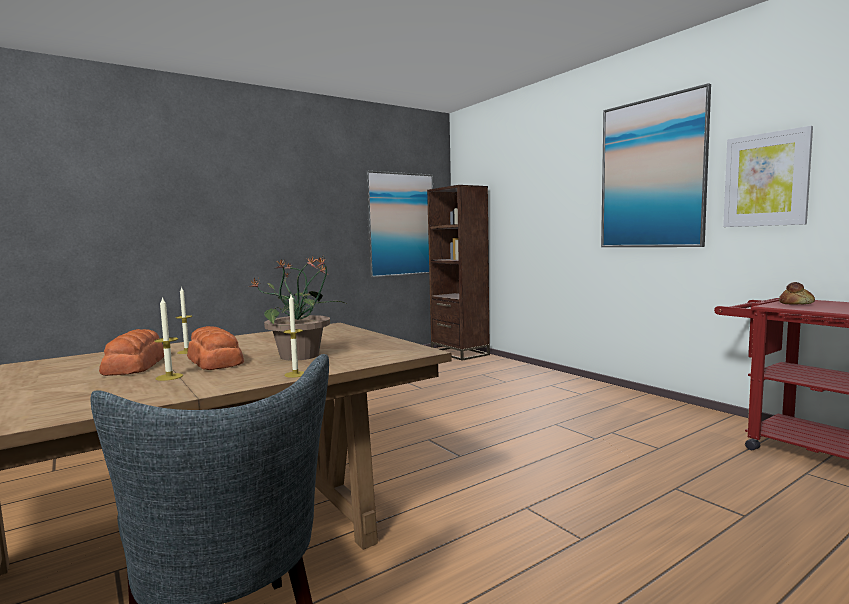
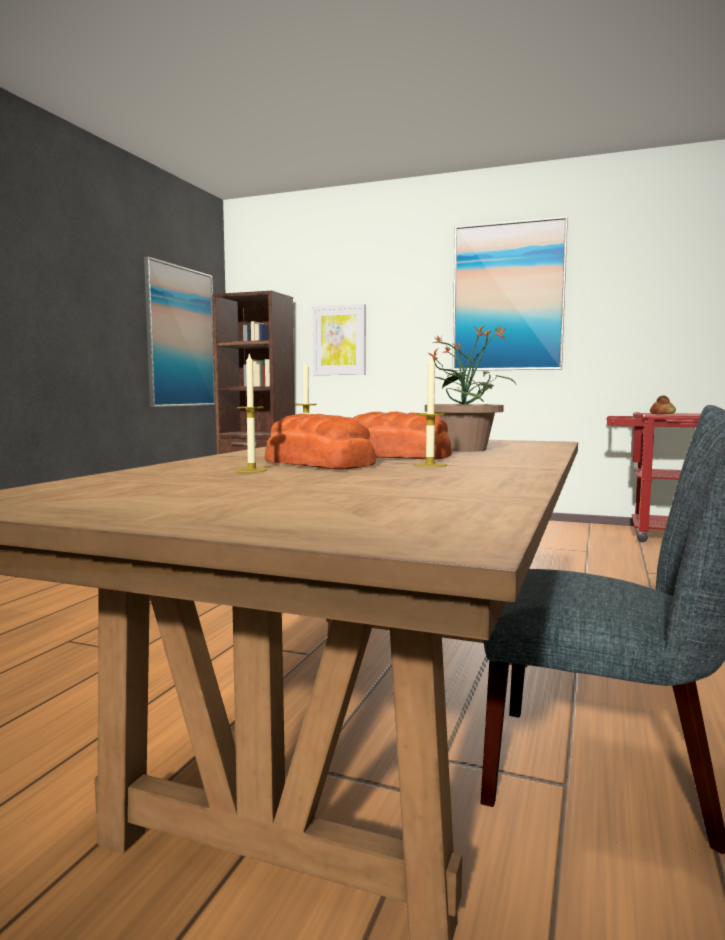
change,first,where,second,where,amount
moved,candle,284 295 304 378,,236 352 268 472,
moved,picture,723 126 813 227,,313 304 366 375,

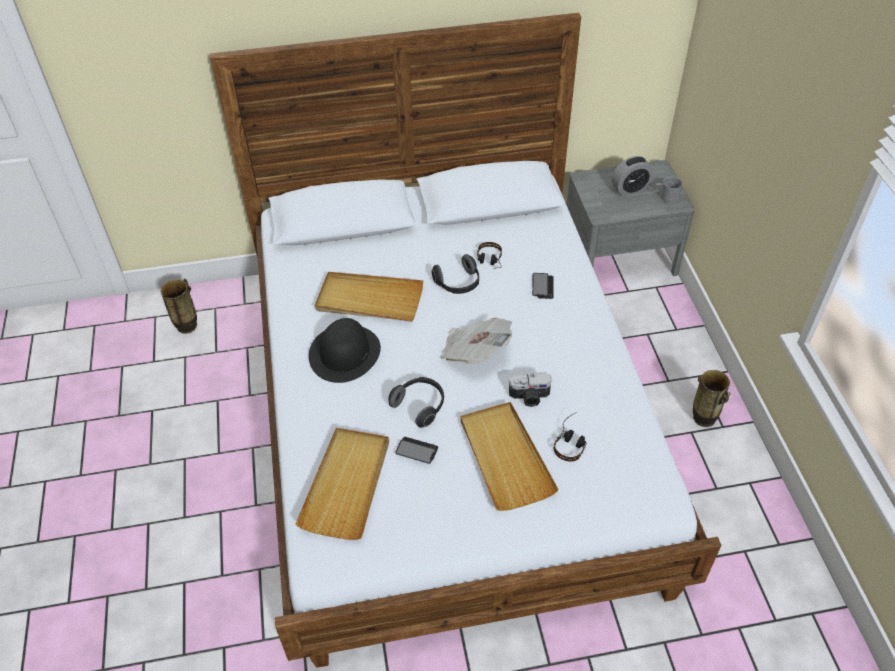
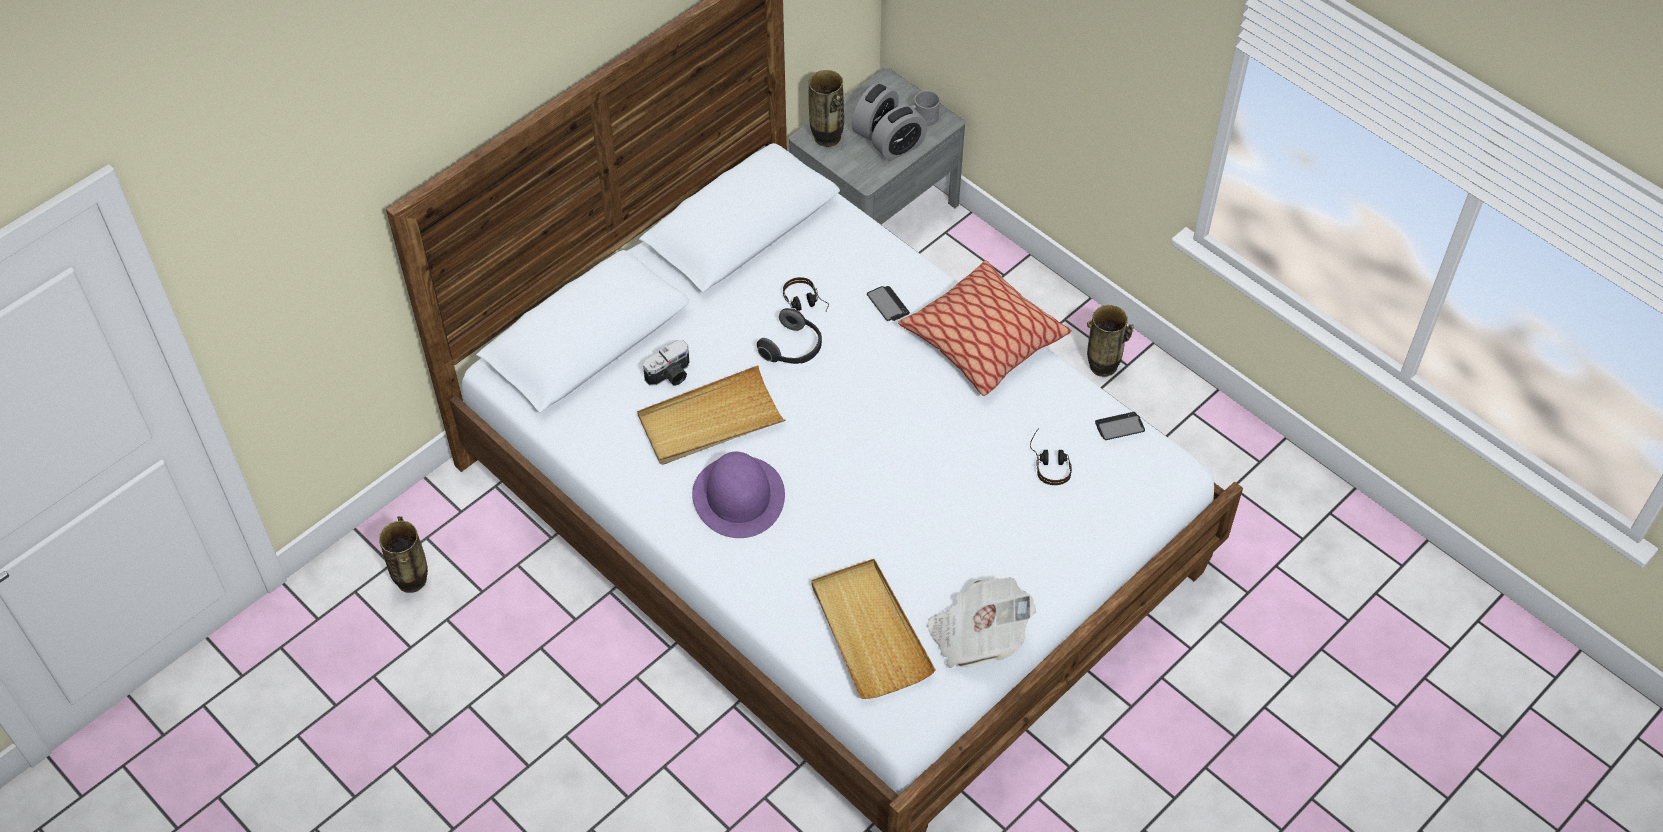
change,first,where,second,where,amount
recoloured,black hat,309 318 381 383,purple hat,692 452 785 538,
removed,headphones,388 377 444 428,,,
moved,phone,395 437 438 464,,1095 412 1145 440,
moved,newspaper,440 318 512 364,,927 577 1036 668,
removed,beige tray,460 402 559 511,,,
moved,photo camera,509 373 552 407,,643 340 689 386,
added,,,vase,808 70 844 147,
added,,,alarm clock,872 105 928 161,
added,,,pillow,898 260 1071 396,

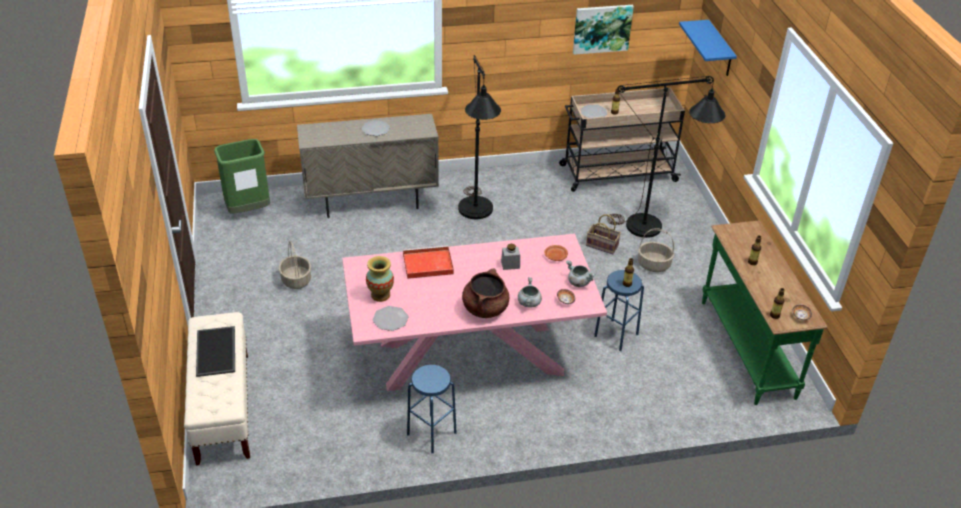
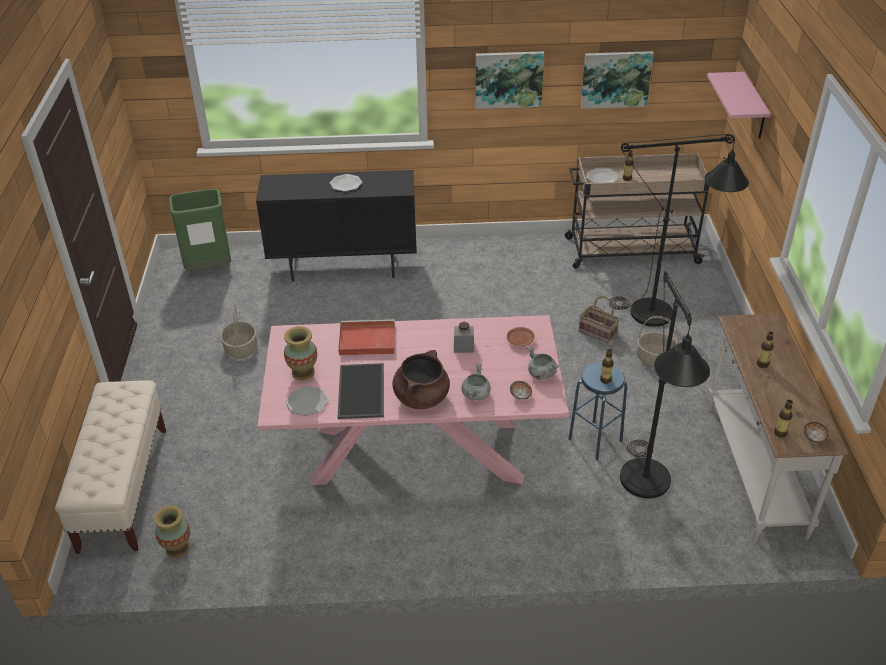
change,first,where,second,where,amount
moved,tray,196 326 235 377,,338 363 384 419,
recoloured,beige cabinet,297 114 439 218,black cabinet,256 170 417 282,
removed,blue stool,407 365 457 453,,,
moved,black floor lamp,458 55 501 219,,620 271 710 498,
recoloured,blue shelf,679 20 737 76,pink shelf,707 72 771 138,
recoloured,green console table,702 220 827 405,white console table,707 313 848 542,
added,,,vase,154 505 190 558,
added,,,picture,475 51 544 109,

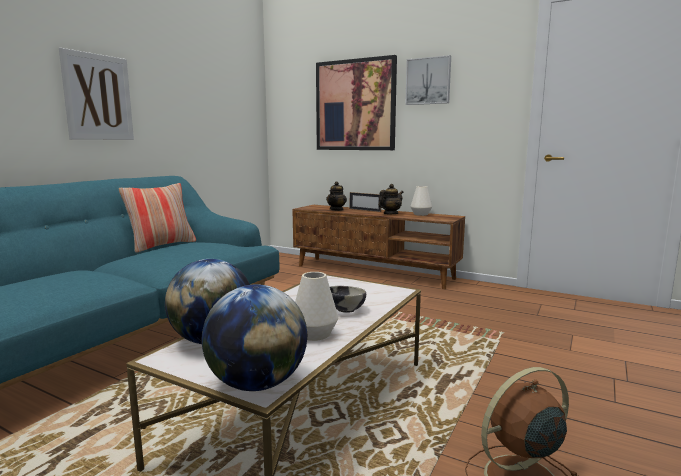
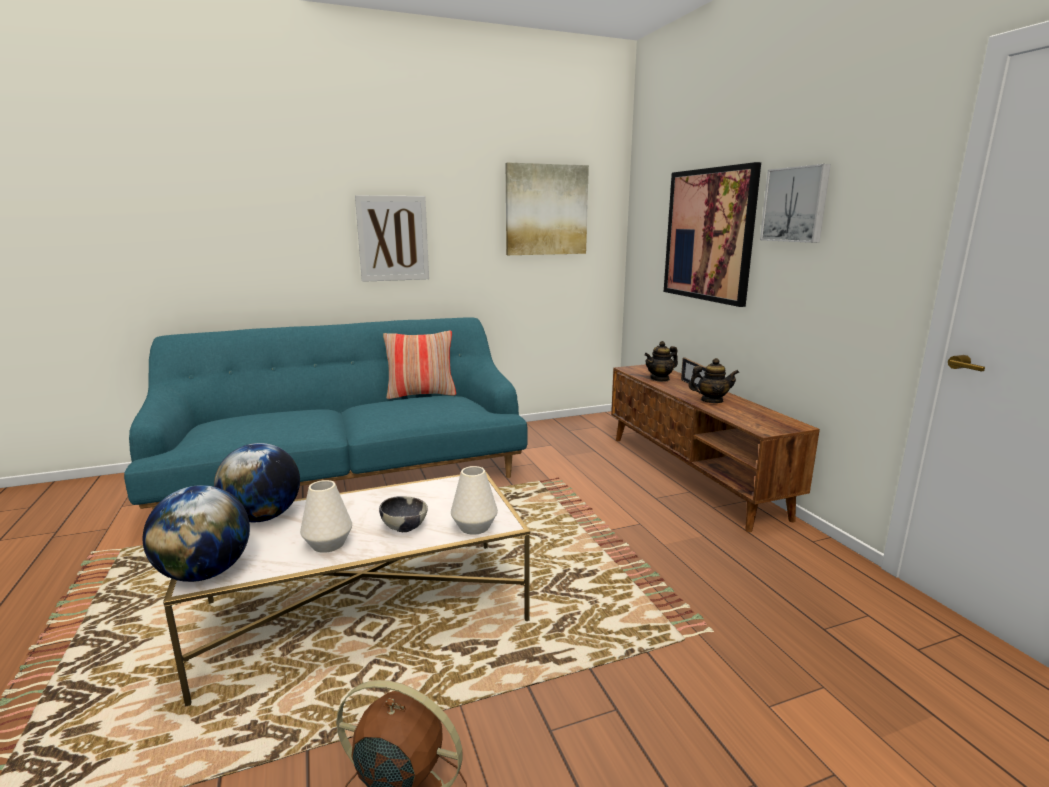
change,first,where,second,where,amount
moved,white vase,411 186 432 216,,451 466 498 535,
added,,,picture,506 162 589 255,

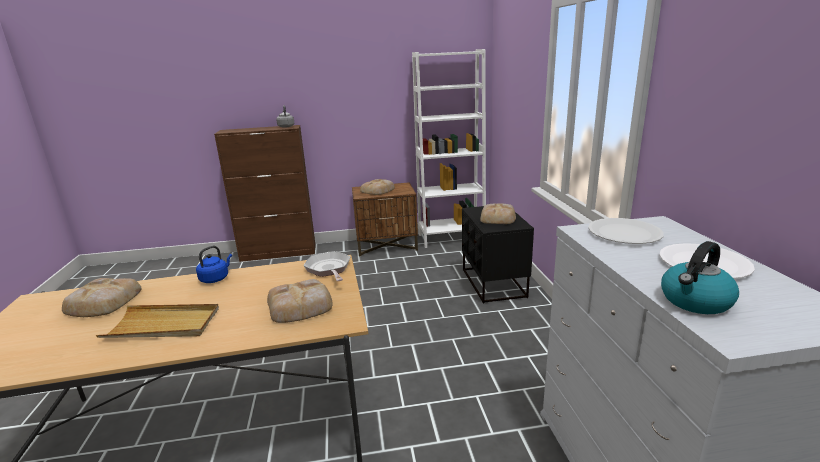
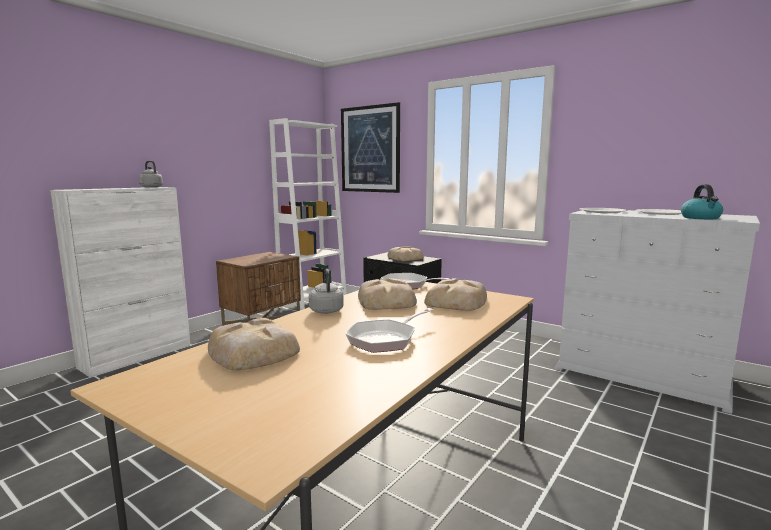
change,first,where,second,where,amount
replaced,beige tray,96 304 219 338,frying pan,345 308 434 353,
recoloured,blue kettle,196 246 232 283,grey kettle,309 269 344 314,
recoloured,brown cabinet,214 125 316 262,white cabinet,50 187 191 377,
moved,bread,360 179 395 195,,358 279 417 310,
added,,,picture,341 102 400 193,

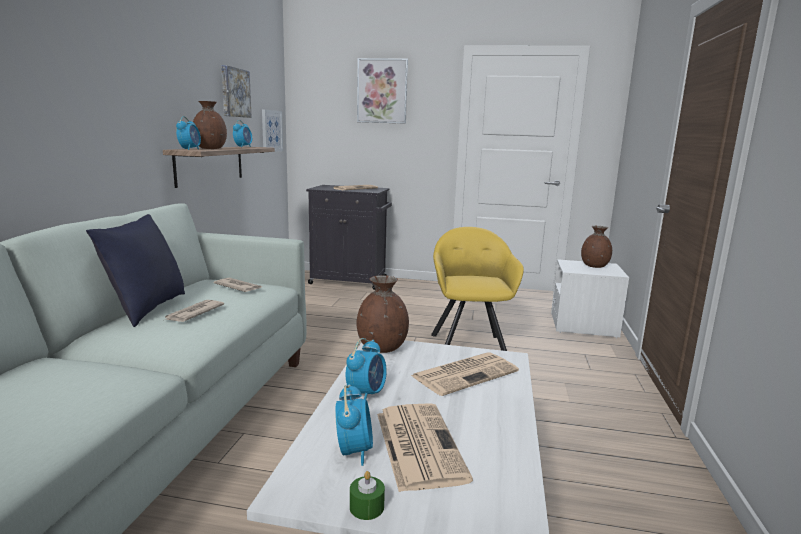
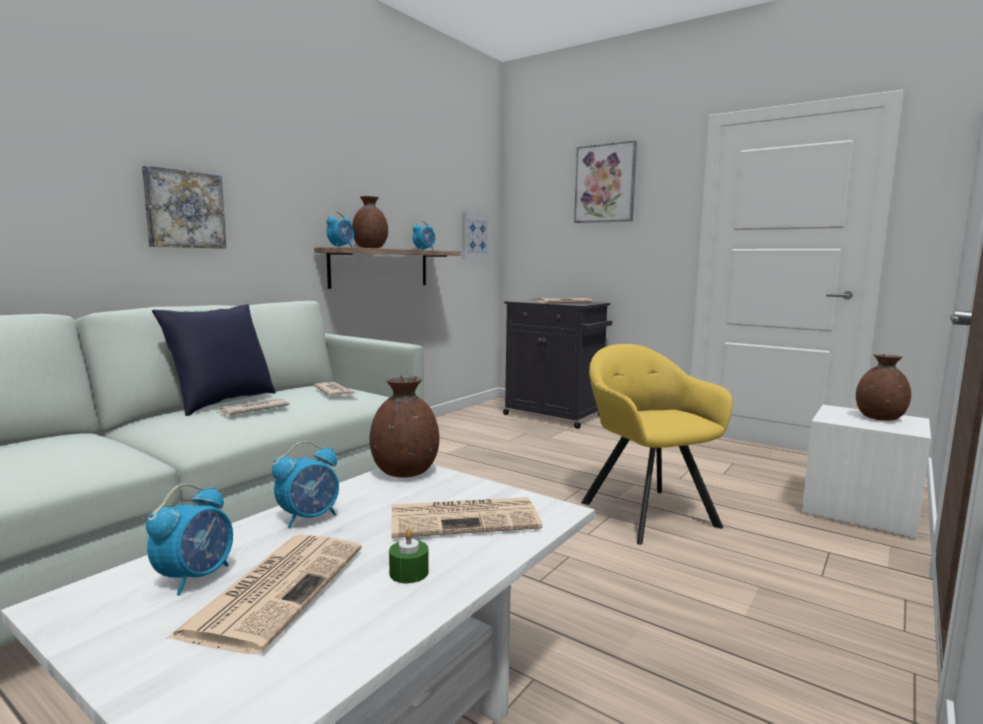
change,first,where,second,where,amount
moved,picture,221 65 252 118,,142 166 226 249,
moved,green candle,350 471 385 520,,389 529 429 583,
turned,yellow armchair,431 227 524 351,,581 344 733 545,45 degrees counterclockwise

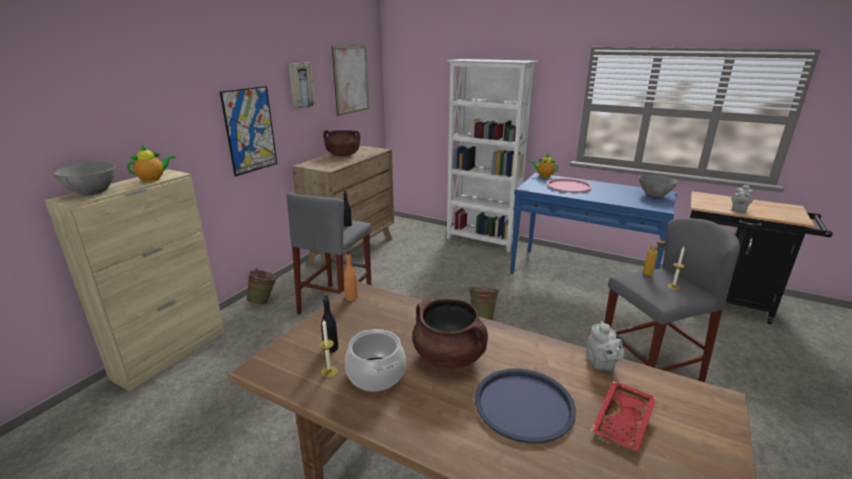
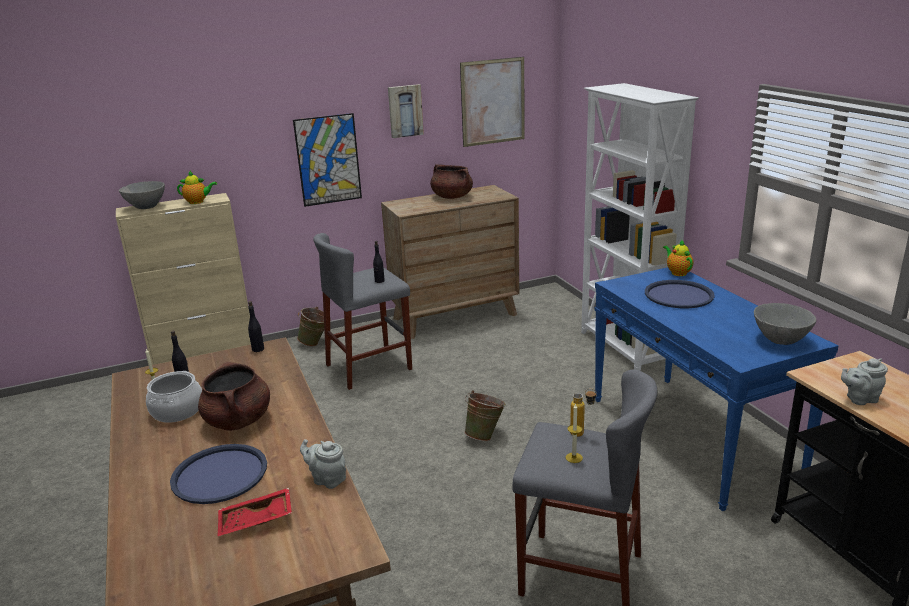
change,first,where,second,where,amount
recoloured,orange bottle,344 250 358 301,black bottle,248 301 264 352,
recoloured,pink tray,547 178 592 193,blue tray,645 280 715 308,
turned,grey teapot,586 321 624 371,,300 439 346 489,90 degrees clockwise

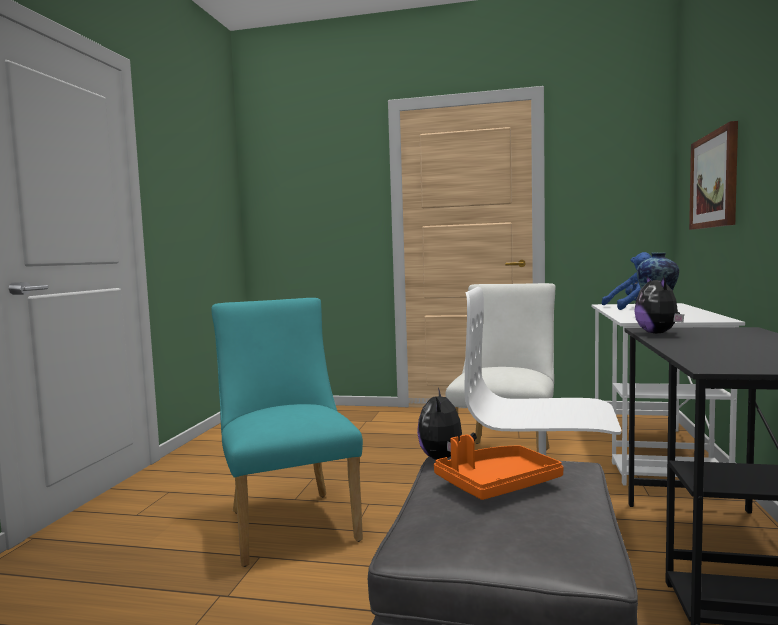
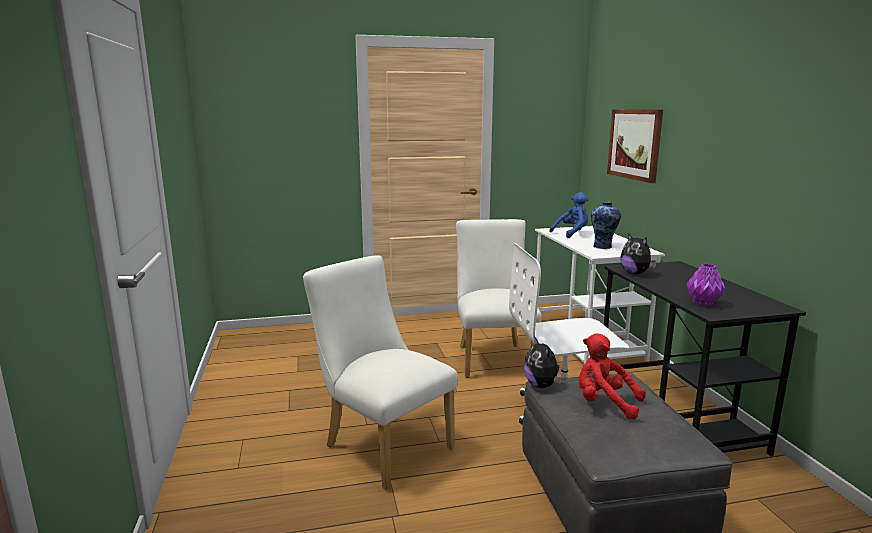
change,first,where,second,where,amount
recoloured,turquoise chair,211 298 363 567,white chair,303 256 458 490,
replaced,orange tray,434 435 564 500,red plush toy,578 333 646 419,
added,,,purple vase,686 264 725 306,

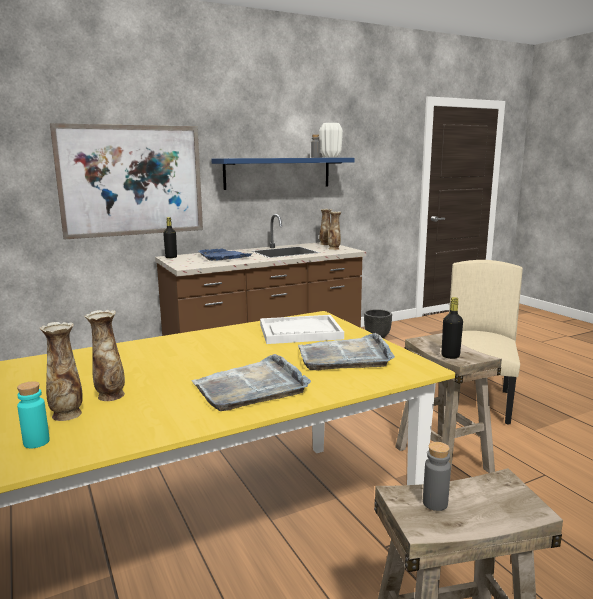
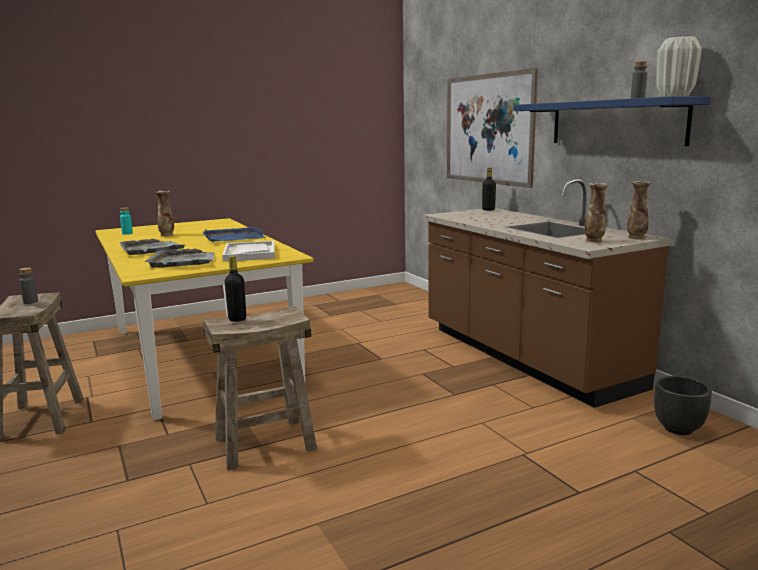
change,first,where,second,where,amount
removed,vase,40 322 83 421,,,
moved,blue tray,199 249 251 261,,203 227 265 242,
removed,beige chair,449 260 523 425,,,

